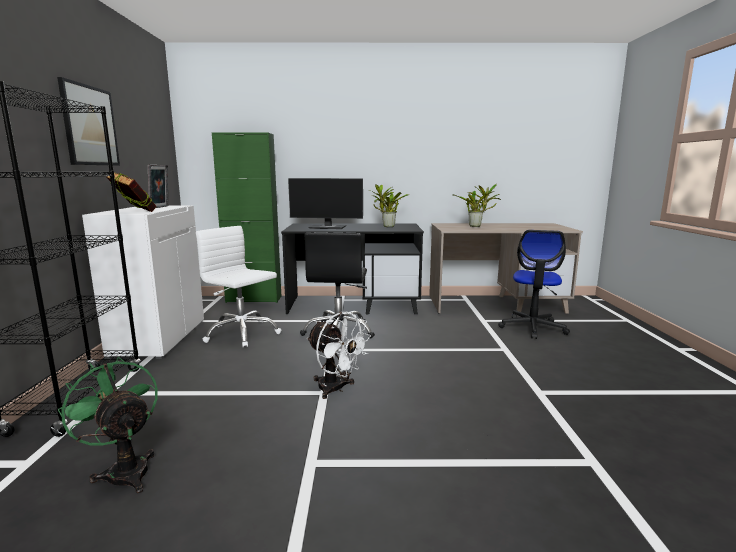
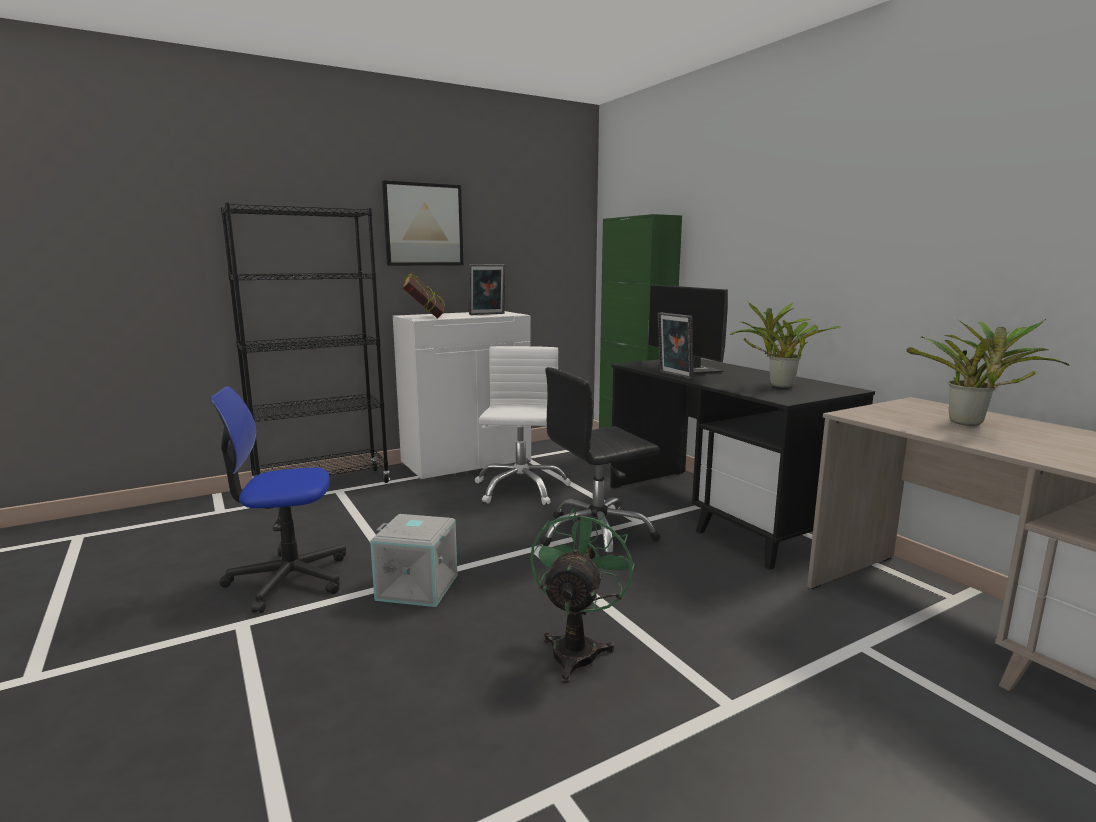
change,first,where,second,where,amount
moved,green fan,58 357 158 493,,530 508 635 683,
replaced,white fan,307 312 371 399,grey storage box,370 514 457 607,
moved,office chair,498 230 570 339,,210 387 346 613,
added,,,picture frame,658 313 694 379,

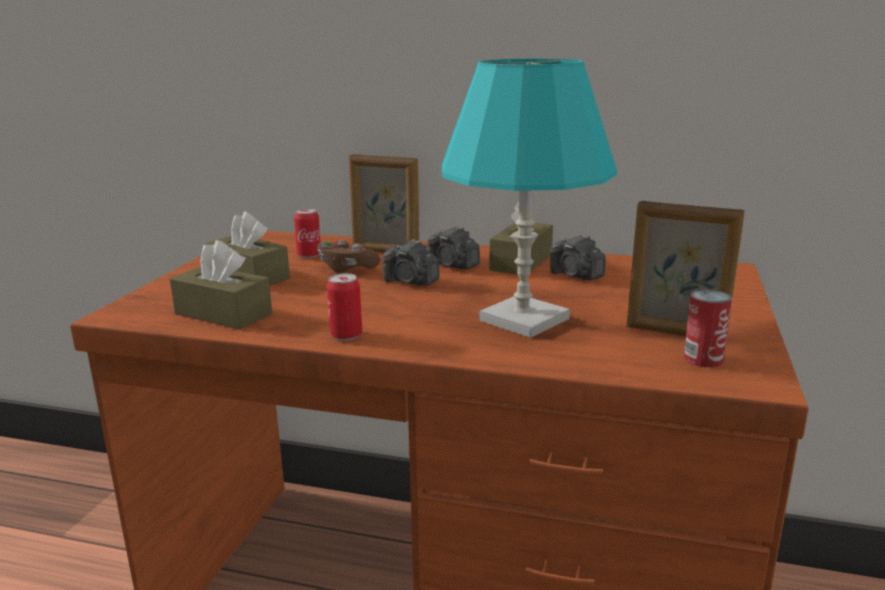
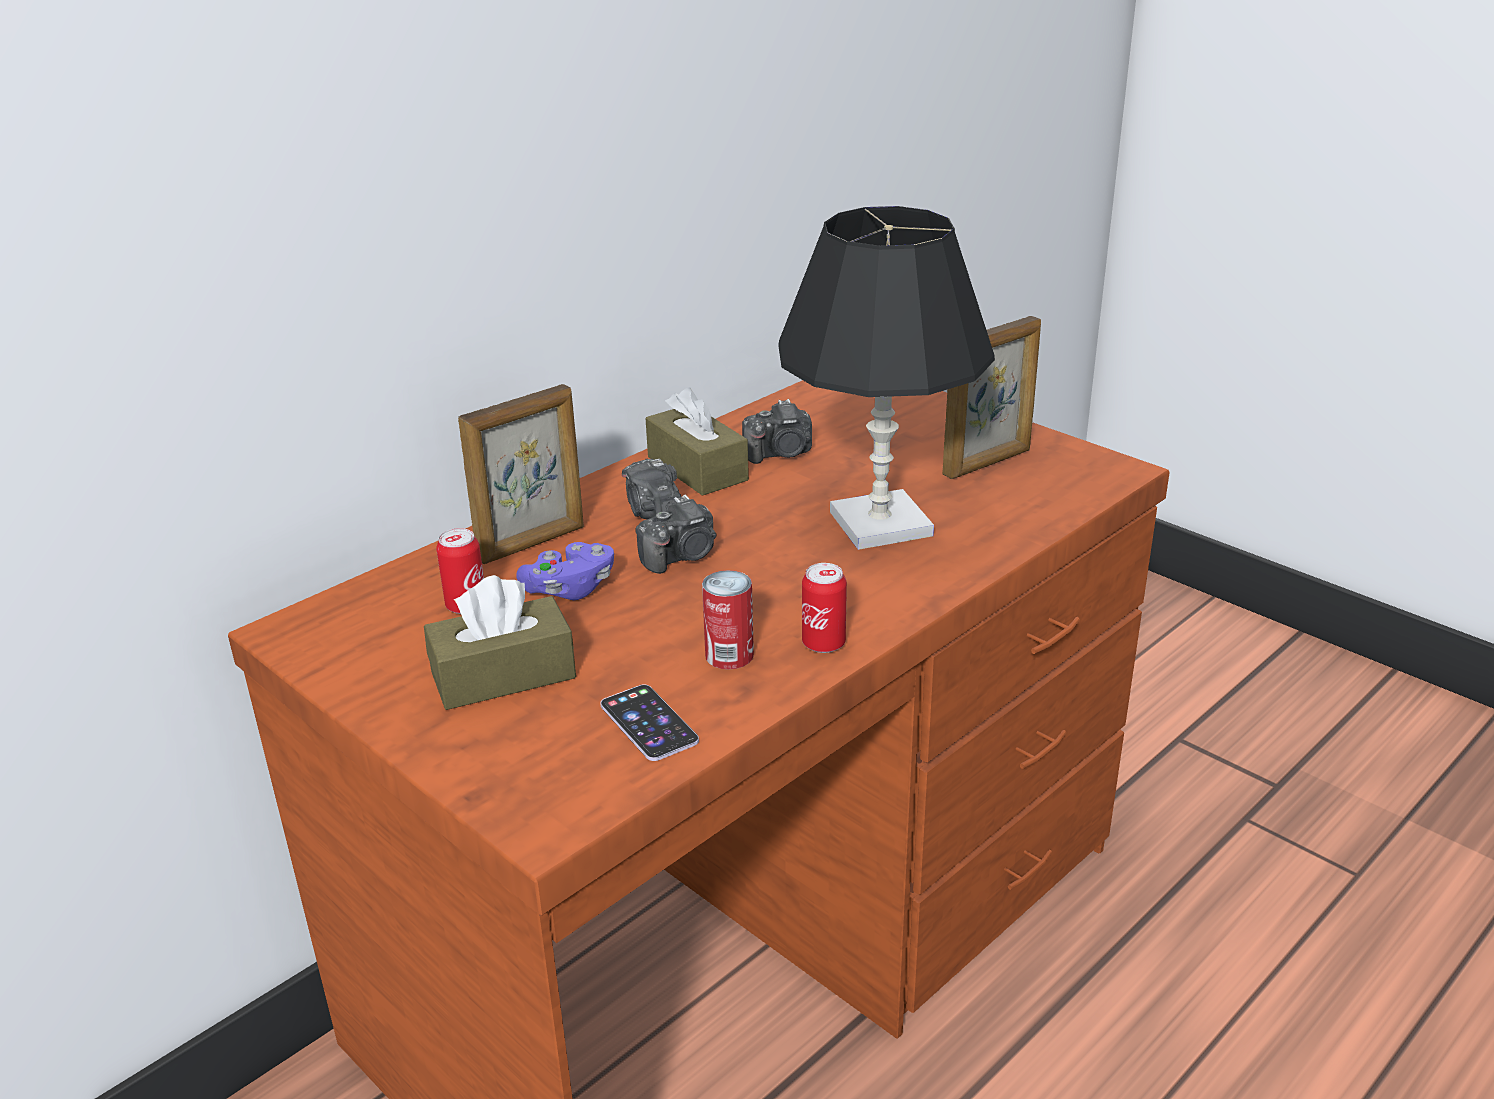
change,first,where,second,where,amount
replaced,brown tissue box,170 240 272 329,phone,600 684 699 761,
recoloured,brown game controller,317 240 380 273,purple game controller,516 542 614 600,
turned,photo camera,427 226 480 269,,622 459 681 519,90 degrees clockwise
recoloured,turquoise table lamp,442 58 617 338,black table lamp,778 206 995 550,
moved,can,684 289 732 368,,702 570 754 670,

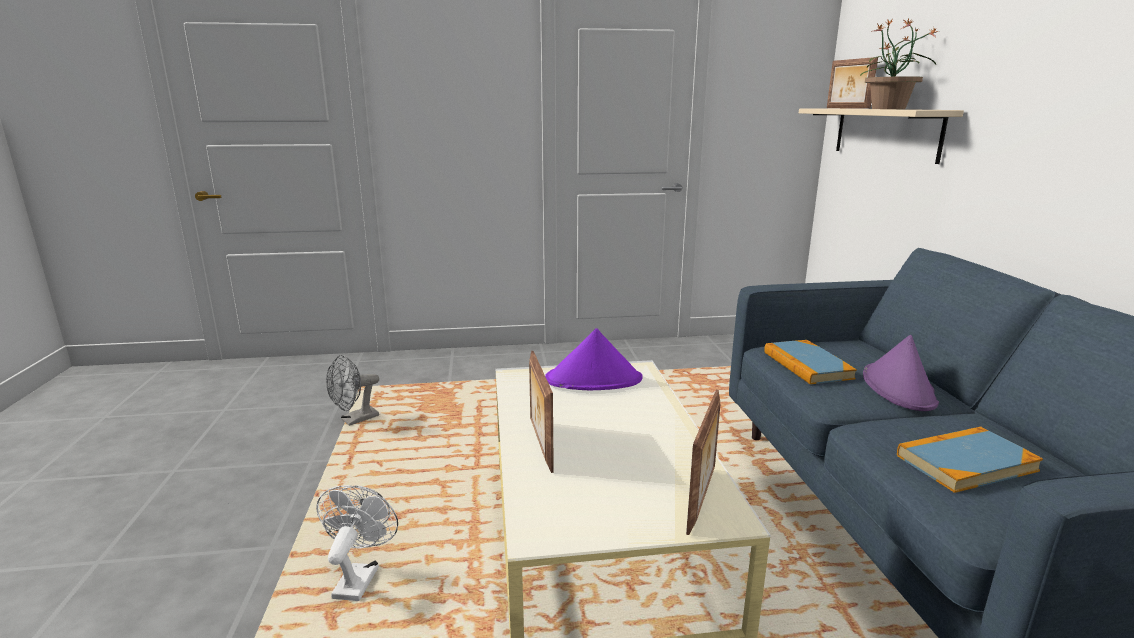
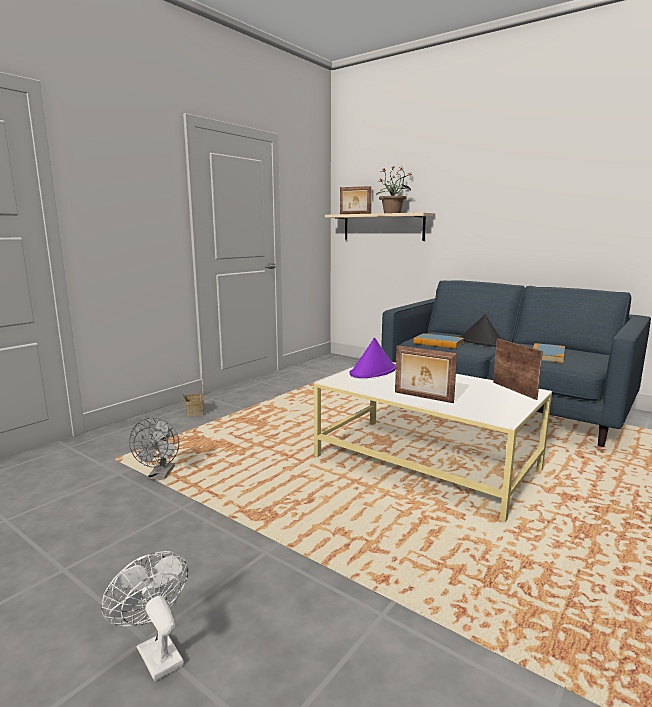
change,first,where,second,where,amount
moved,white fan,316 485 398 601,,101 551 188 681,
recoloured,purple hat,863 335 939 411,black hat,459 315 502 347,
added,,,basket,181 373 204 417,

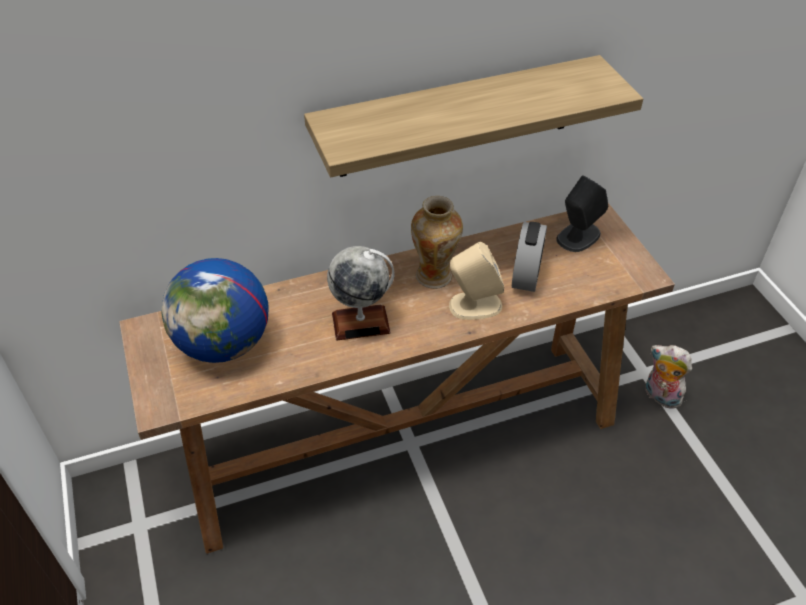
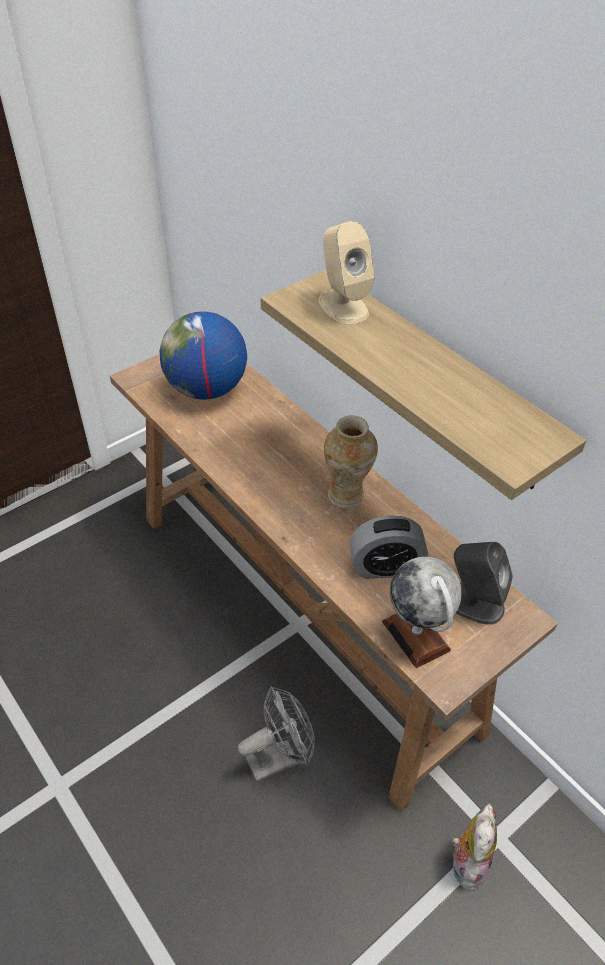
change,first,where,second,where,amount
moved,globe,327 246 395 340,,382 557 462 668,
moved,beige speaker,449 242 504 320,,318 221 374 324,
added,,,grey fan,237 686 315 783,

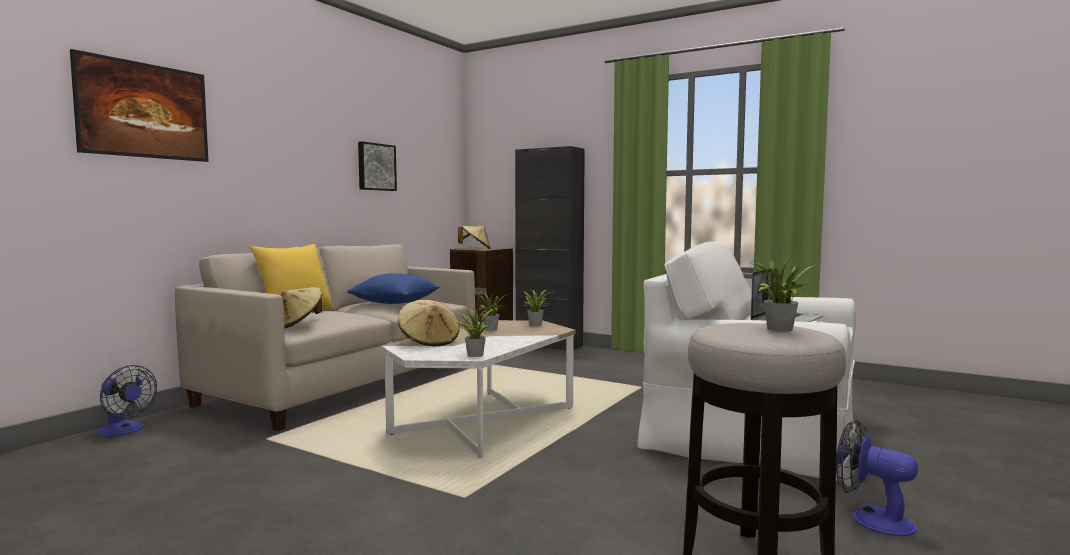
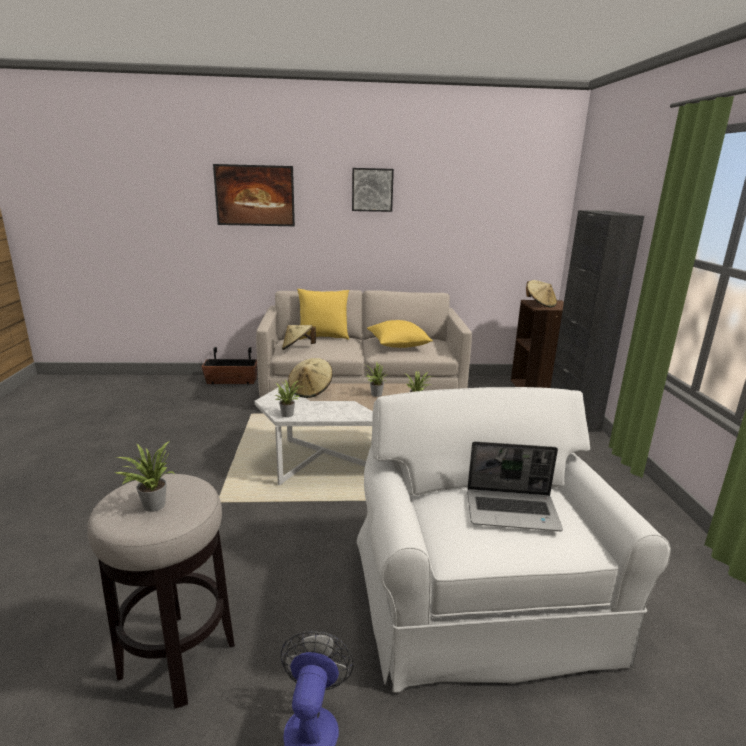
change,first,where,second,where,amount
replaced,fan,98 365 157 436,planter,201 347 257 384,
recoloured,blue pillow,347 273 440 304,yellow pillow,367 320 433 348,
moved,picture,358 141 397 191,,352 168 394 212,

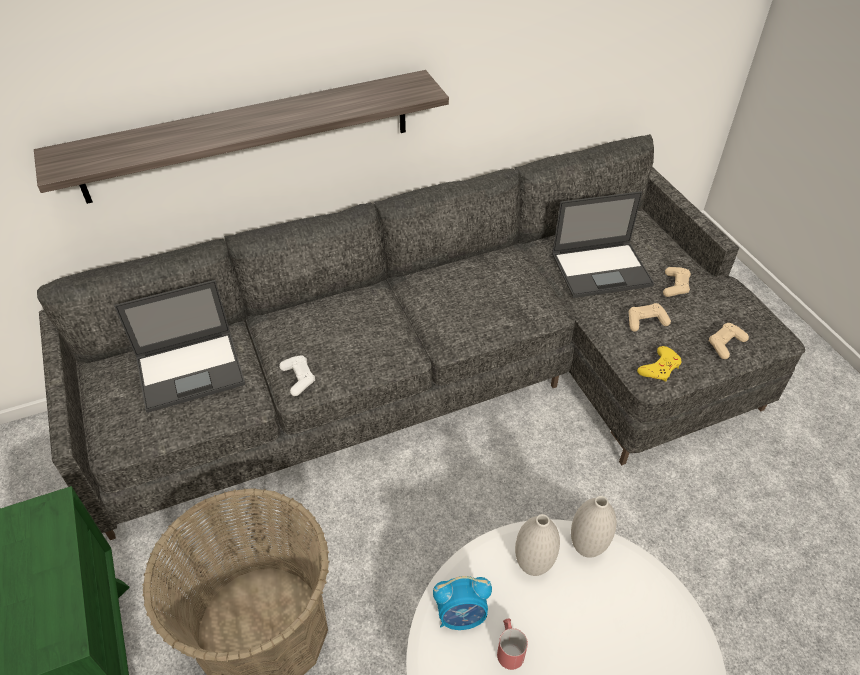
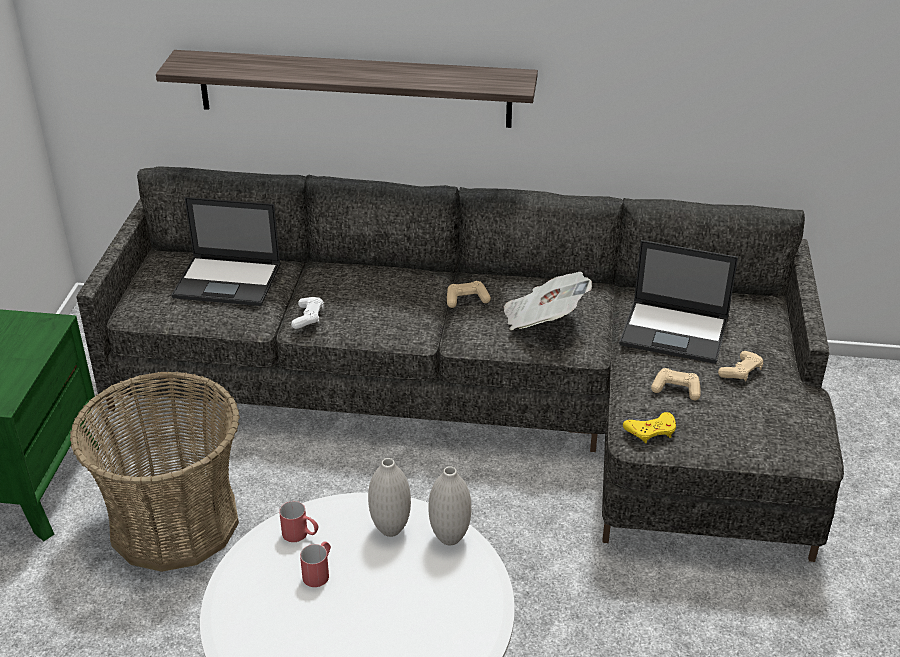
change,first,where,second,where,amount
replaced,alarm clock,433 576 492 630,red mug,279 501 318 542,
moved,beige game controller,709 323 749 359,,447 281 491 308,
added,,,newspaper,504 272 592 330,

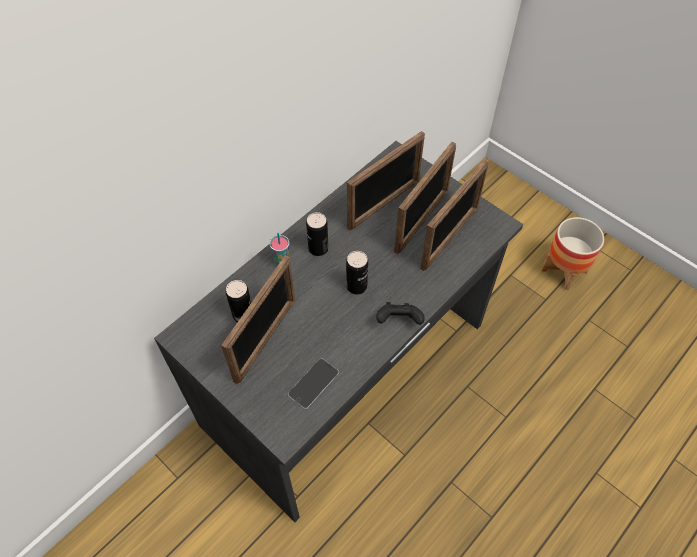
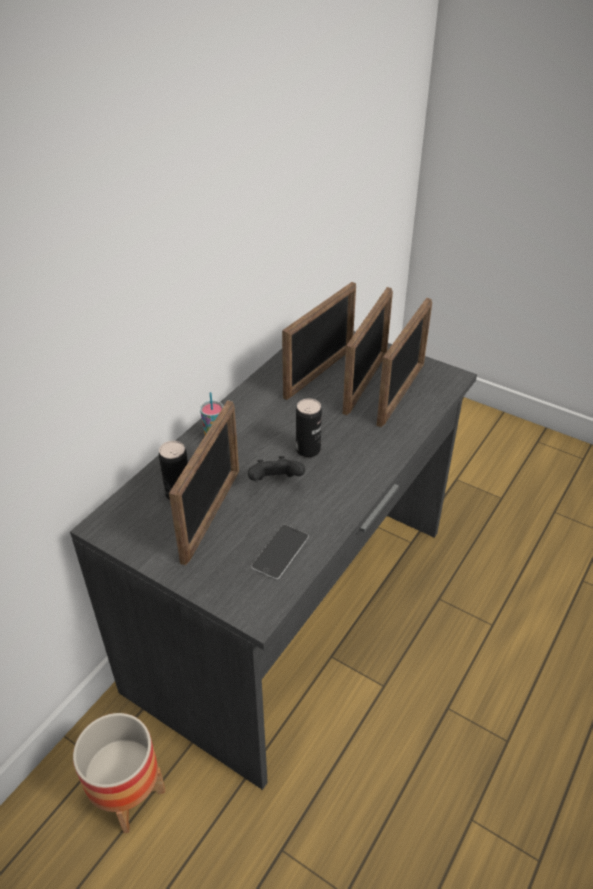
change,first,where,second,where,amount
removed,can,306 212 328 256,,,
moved,black game controller,376 302 424 325,,248 456 305 481,
moved,planter,541 217 604 290,,73 713 165 833,

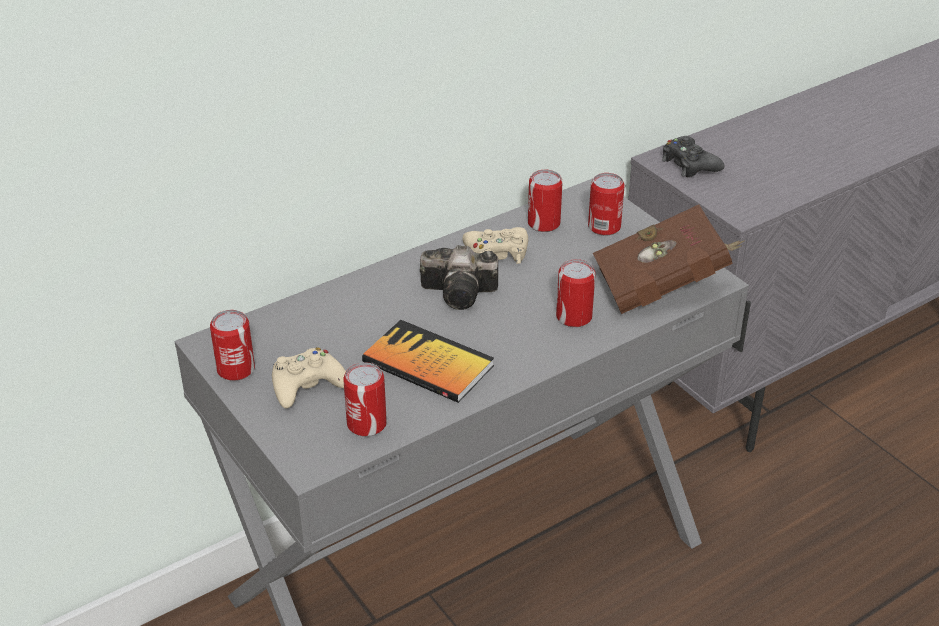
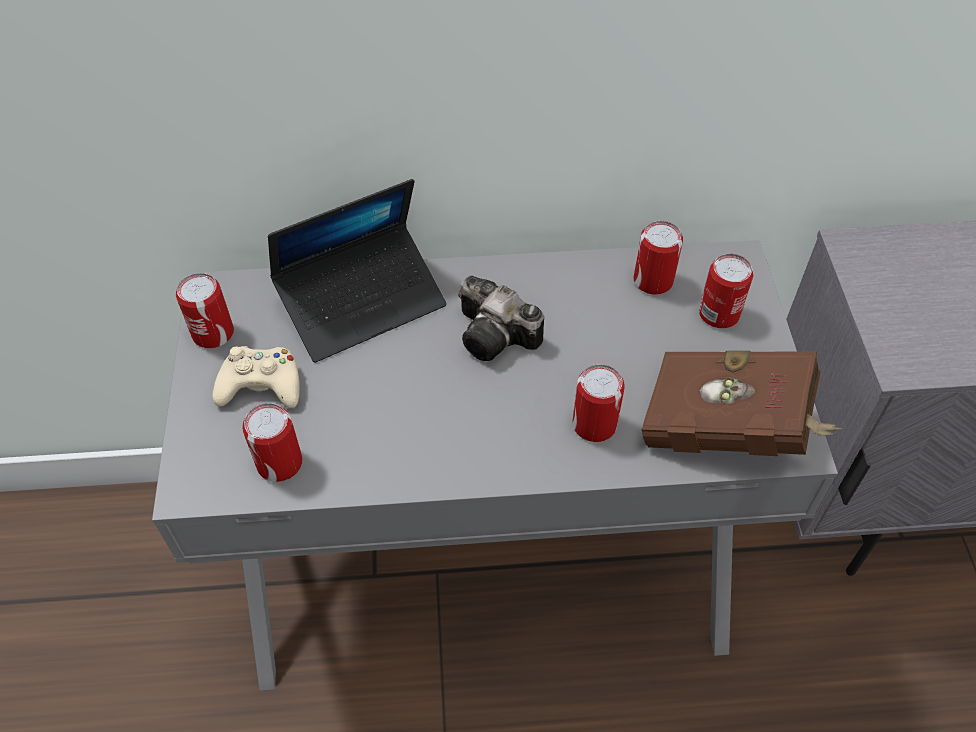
change,first,where,second,where,amount
removed,book,362 320 494 403,,,
removed,beige game controller,462 227 528 264,,,
removed,black game controller,662 136 724 177,,,
added,,,laptop,268 179 447 362,

